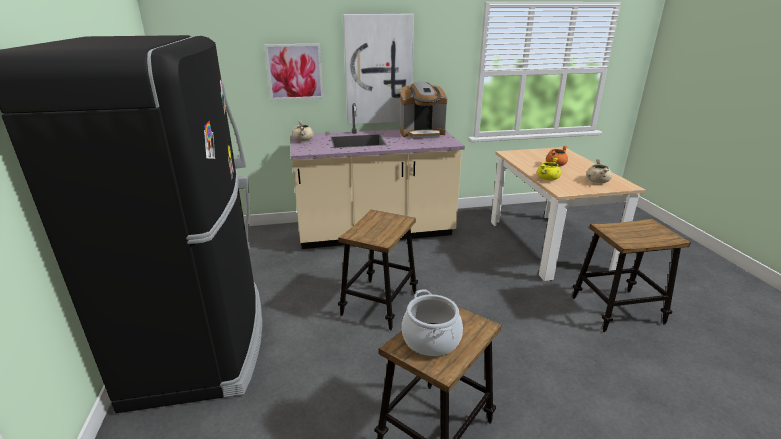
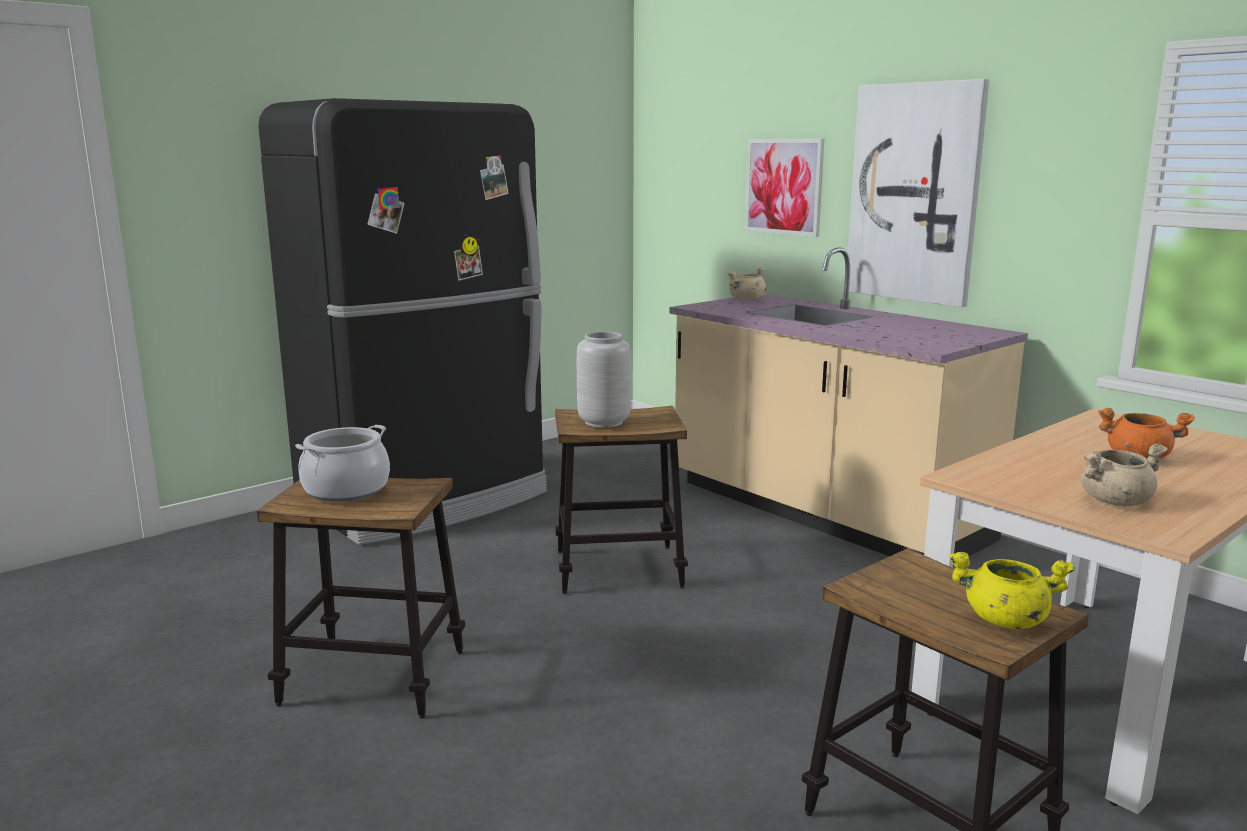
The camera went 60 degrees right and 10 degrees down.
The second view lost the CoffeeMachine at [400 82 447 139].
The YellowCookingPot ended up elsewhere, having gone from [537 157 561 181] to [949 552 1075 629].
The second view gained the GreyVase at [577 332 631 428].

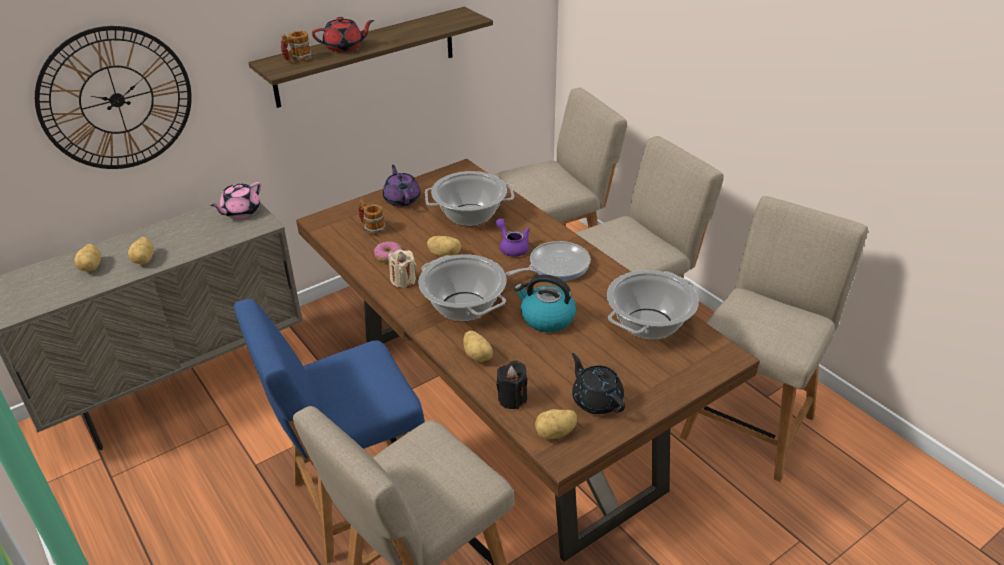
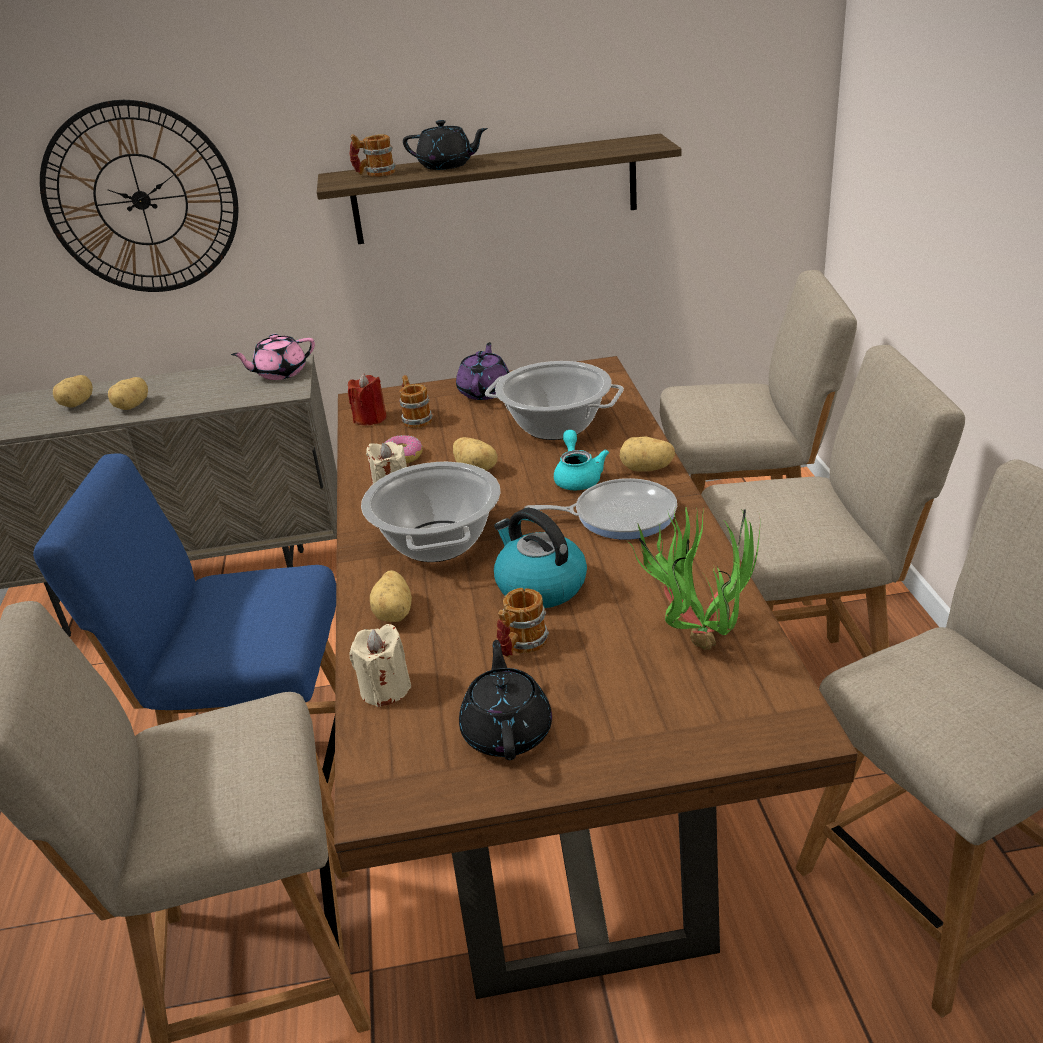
The camera went 30 degrees right and 5 degrees down.
What was the RedTeapot at [312 17 374 52] turned into the BlackTeapot at [403 120 488 170].
What was the PurpleTeapot at [496 218 530 257] turned into the TurquoiseTeapot at [554 430 609 491].
What was the BlackCandle at [496 361 527 409] turned into the BeigeCandle at [350 624 412 707].
The Potato ended up elsewhere, having gone from [535 409 577 439] to [620 437 675 472].
Where the CookingPot stood at [607 270 699 340], the PottedPlant came to stand at [626 506 760 650].
The second view gained the RedCandle at [348 373 387 425].
The second view gained the Mug at [497 588 549 658].

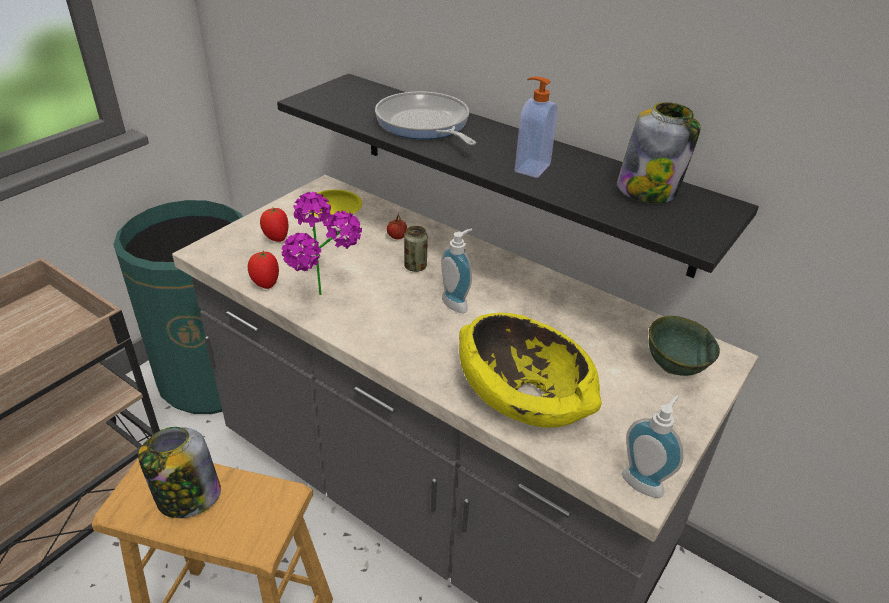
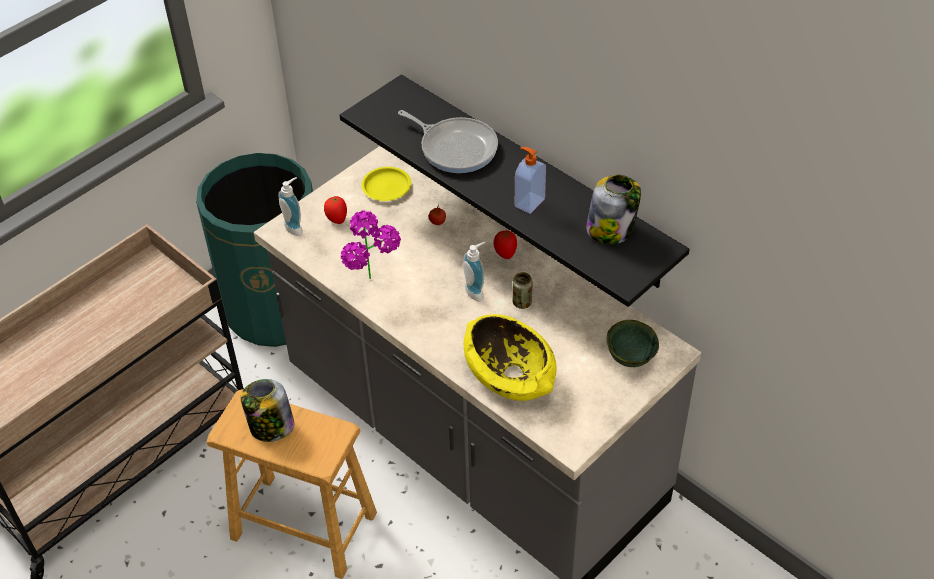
The camera went 10 degrees right and 10 degrees up.
The Tomato ended up elsewhere, having gone from [248 251 279 289] to [494 229 517 259].
The FryingPan at [375 91 476 145] ended up facing another way, 150 degrees clockwise from before.
The Can ended up elsewhere, having gone from [404 226 428 272] to [512 272 533 309].
The SoapDispenser ended up elsewhere, having gone from [622 395 684 498] to [279 177 303 236].

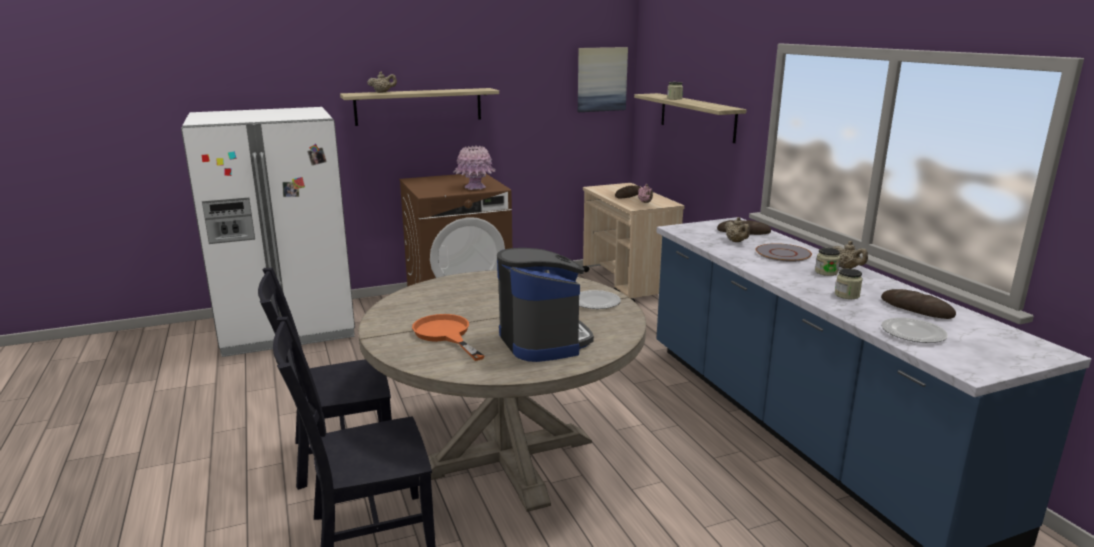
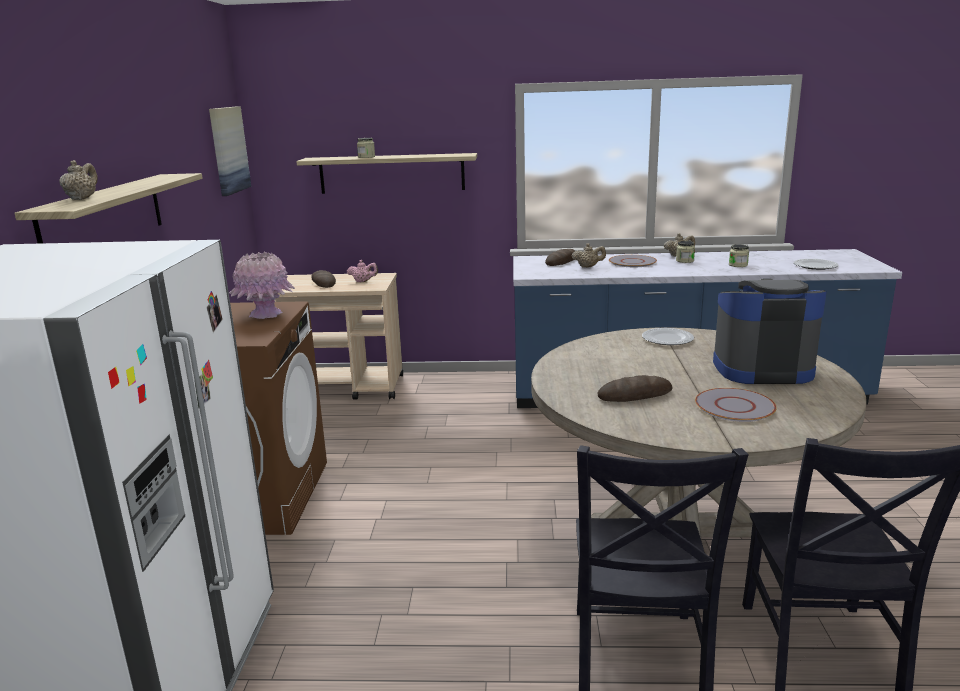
The camera went 65 degrees left and 0 degrees up.
Where the OrangeFryingPan stood at [412 314 484 361], the GreyPlate came to stand at [695 388 777 422].
The Bread ended up elsewhere, having gone from [881 289 956 319] to [598 375 672 402].

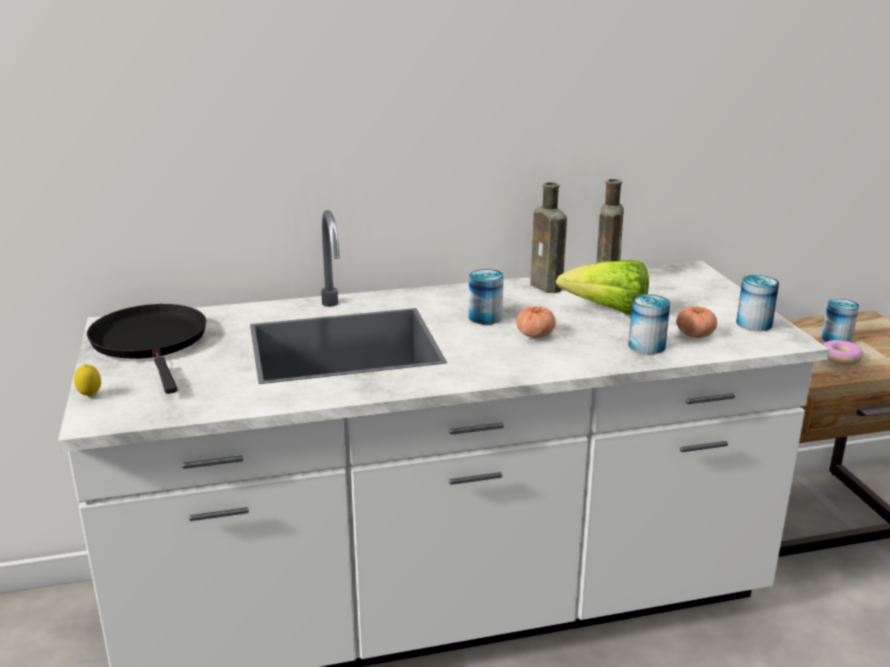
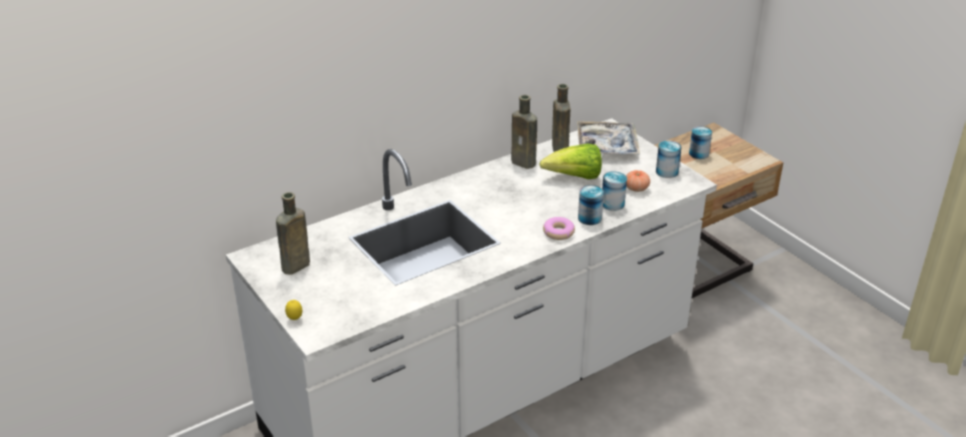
The camera went 20 degrees left and 10 degrees up.
Where the BlackFryingPan stood at [87 304 207 394], the BrownBottle came to stand at [276 192 310 275].
The Can ended up elsewhere, having gone from [468 269 504 324] to [578 185 604 225].
The second view lost the Tomato at [516 306 556 338].
The Donut ended up elsewhere, having gone from [823 340 863 365] to [543 217 575 240].
The second view gained the Tray at [577 121 640 155].

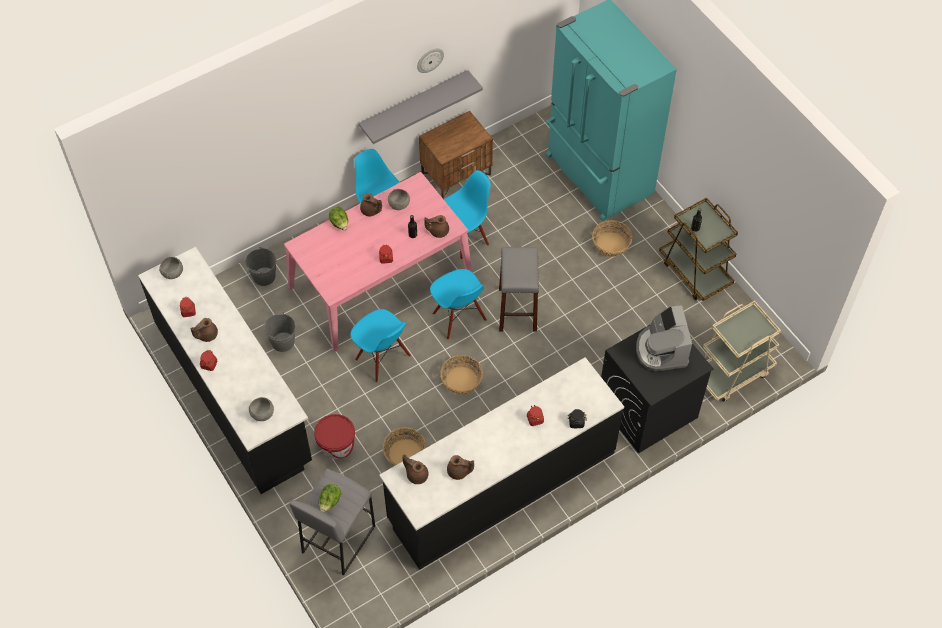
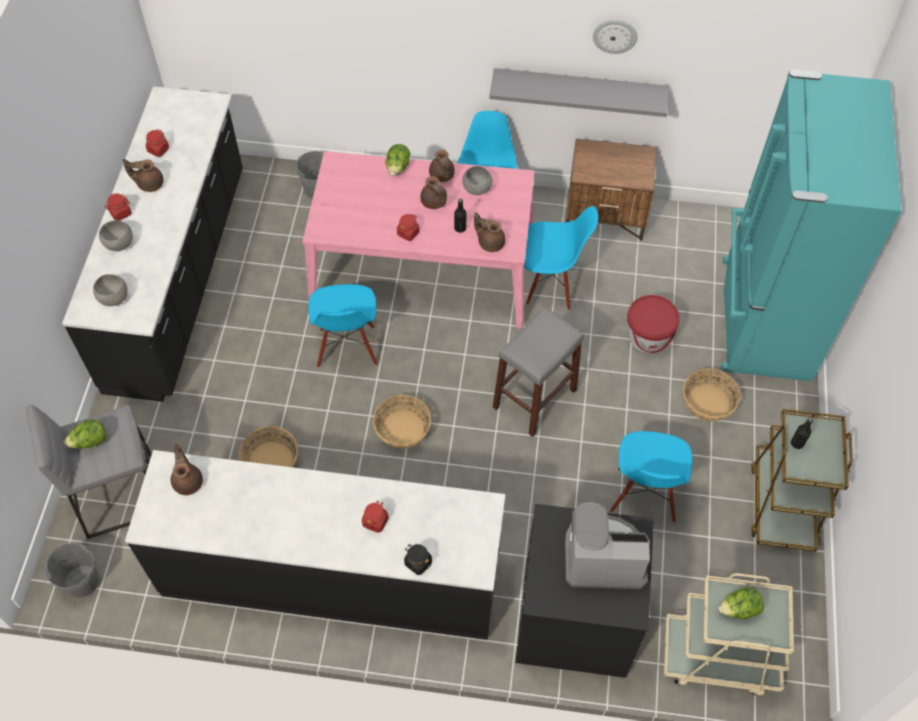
The camera went 40 degrees right and 0 degrees up.
The GreyBowl ended up elsewhere, having gone from [159 257 183 279] to [99 220 133 251].
The GreyBucket ended up elsewhere, having gone from [263 313 296 352] to [45 543 99 598].
The RedBucket ended up elsewhere, having gone from [314 414 355 459] to [627 295 680 353].
The BlueChair ended up elsewhere, having gone from [430 269 487 339] to [610 431 692 523].
The BrownTeapot ended up elsewhere, having gone from [447 455 474 480] to [420 176 447 209].
The CoffeeMachine at [636 305 692 371] ended up facing another way, 60 degrees clockwise from before.
The second view gained the Lettuce at [718 587 764 619].

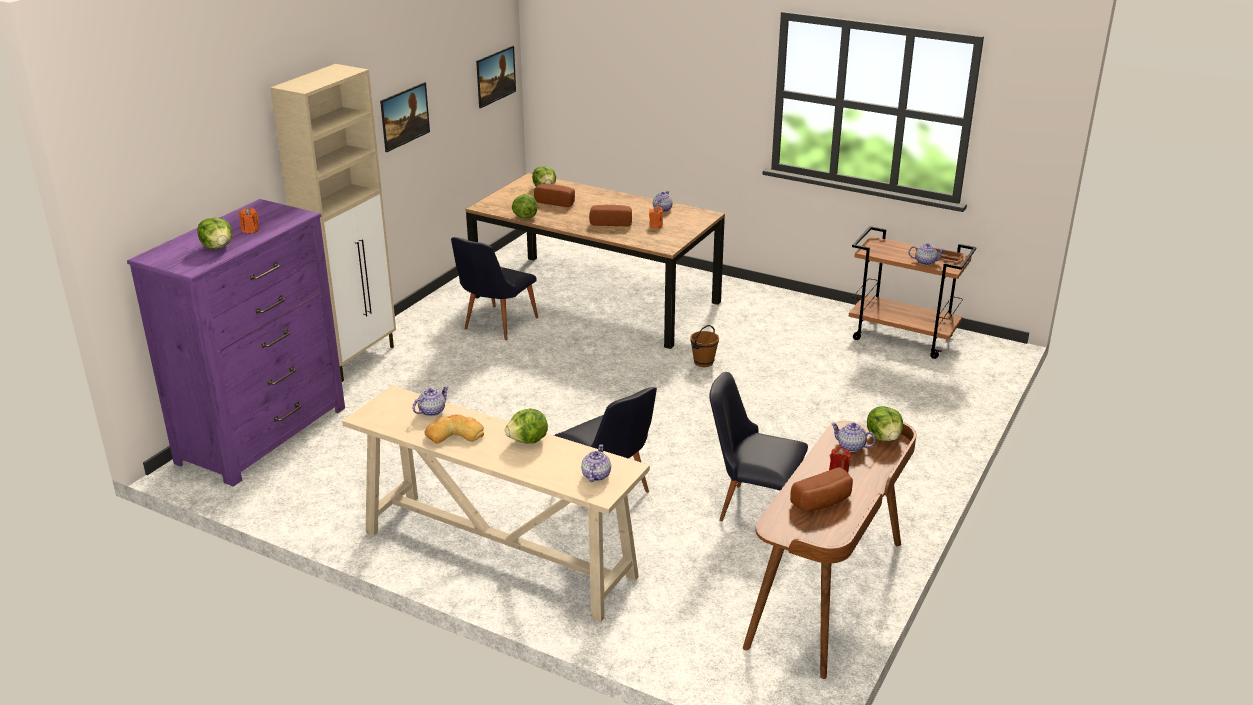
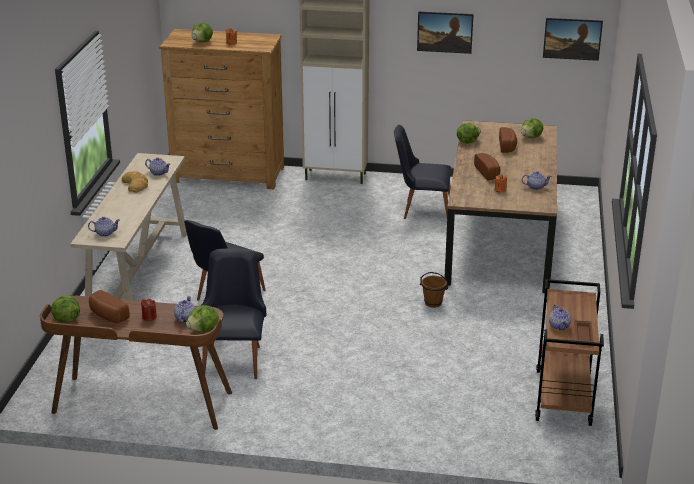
The camera went 70 degrees right and 0 degrees up.
What was the PurpleDresser at [127 199 345 487] turned into the BrownDresser at [159 29 284 189].
The Lettuce ended up elsewhere, having gone from [505 409 548 444] to [51 295 80 322].

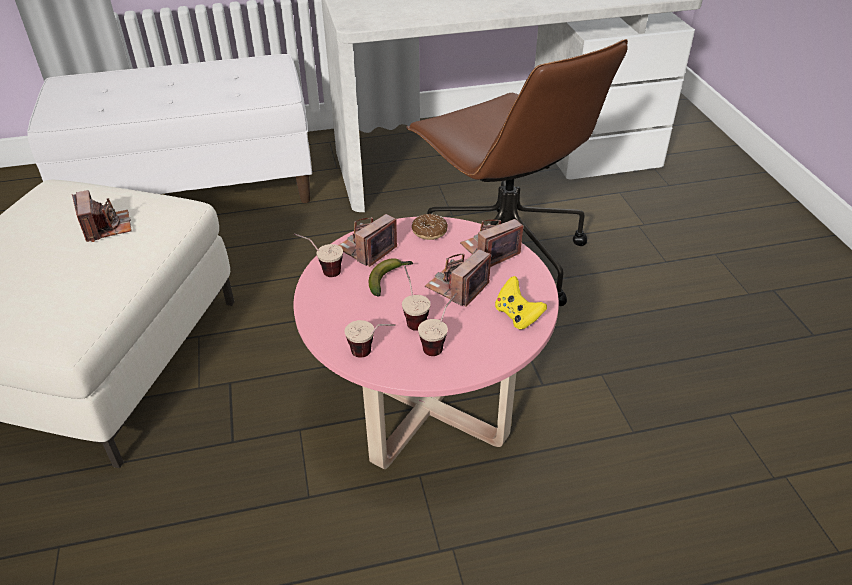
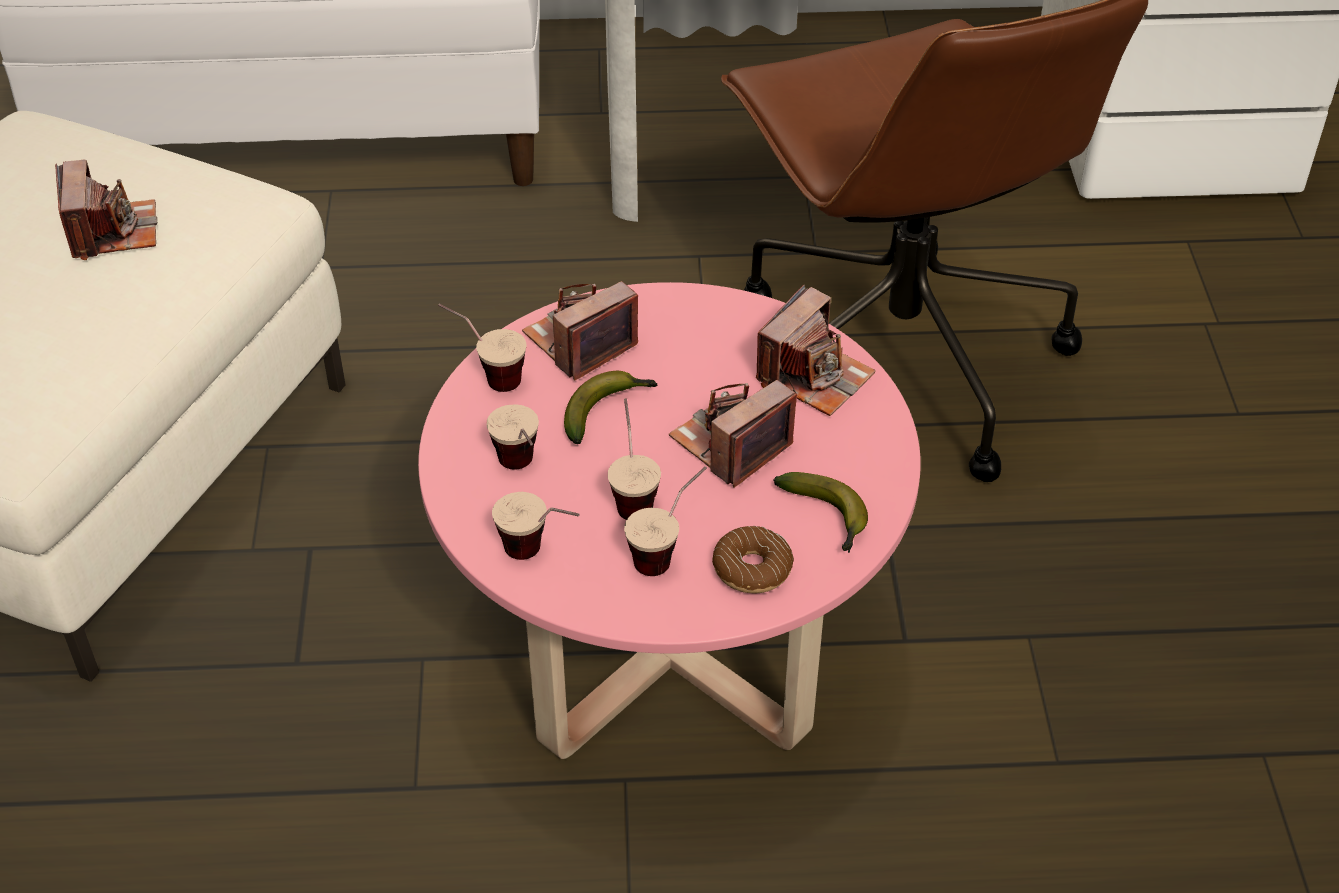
The camera went 10 degrees right and 5 degrees up.
The Donut ended up elsewhere, having gone from [412 214 448 240] to [712 526 794 594].
The PhotoCamera at [460 219 523 267] ended up facing another way, 150 degrees clockwise from before.
Where the YellowGameController stood at [495 276 547 329], the Banana came to stand at [773 472 868 553].
The second view gained the Cup at [487 404 539 470].

